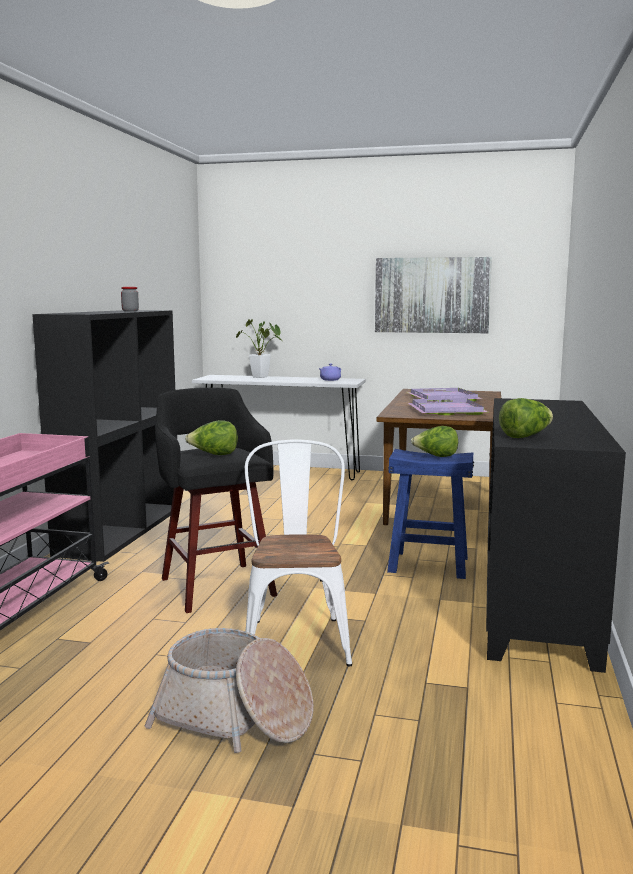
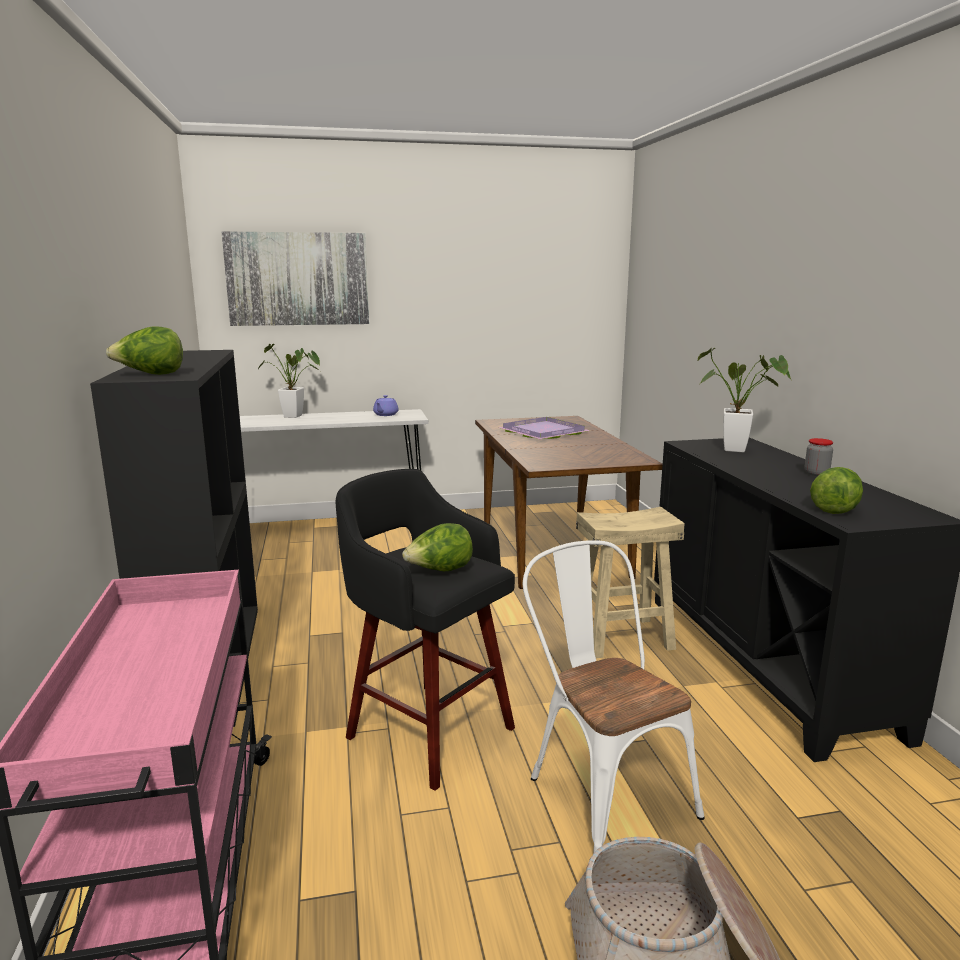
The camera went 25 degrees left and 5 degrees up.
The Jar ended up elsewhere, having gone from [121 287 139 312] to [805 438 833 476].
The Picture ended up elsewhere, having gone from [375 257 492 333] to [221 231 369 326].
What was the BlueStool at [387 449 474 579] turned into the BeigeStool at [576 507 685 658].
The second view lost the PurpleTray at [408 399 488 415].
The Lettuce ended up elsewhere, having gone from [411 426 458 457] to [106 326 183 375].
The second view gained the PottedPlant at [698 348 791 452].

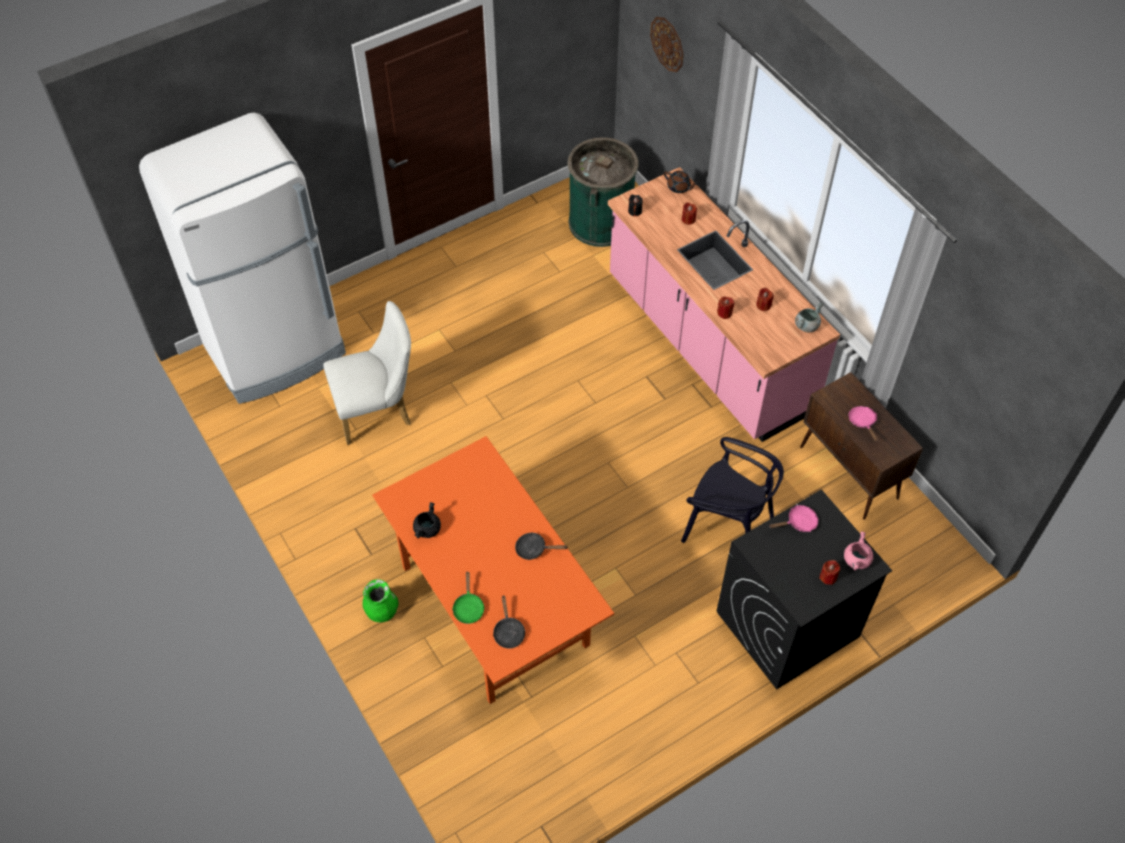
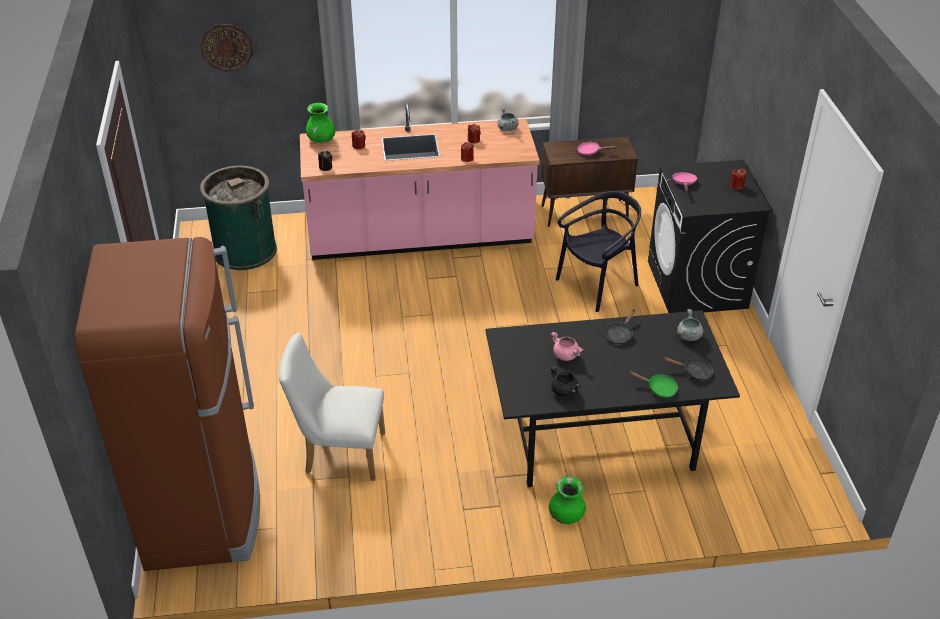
The camera went 65 degrees left and 15 degrees down.
What was the WhiteFridge at [139 112 346 404] turned into the BrownFridge at [75 237 260 571].
The WhiteChair at [323 301 411 445] ended up facing another way, 90 degrees counterclockwise from before.
What was the OrangeDiningTable at [373 436 614 704] turned into the BlackDiningTable at [485 310 740 487].
Where the BrownTeapot stood at [664 171 698 193], the GreenVase came to stand at [306 103 335 143].
The PinkCookingPot ended up elsewhere, having gone from [844 531 873 570] to [551 332 583 361].
The second view gained the GreyCookingPot at [677 309 703 341].

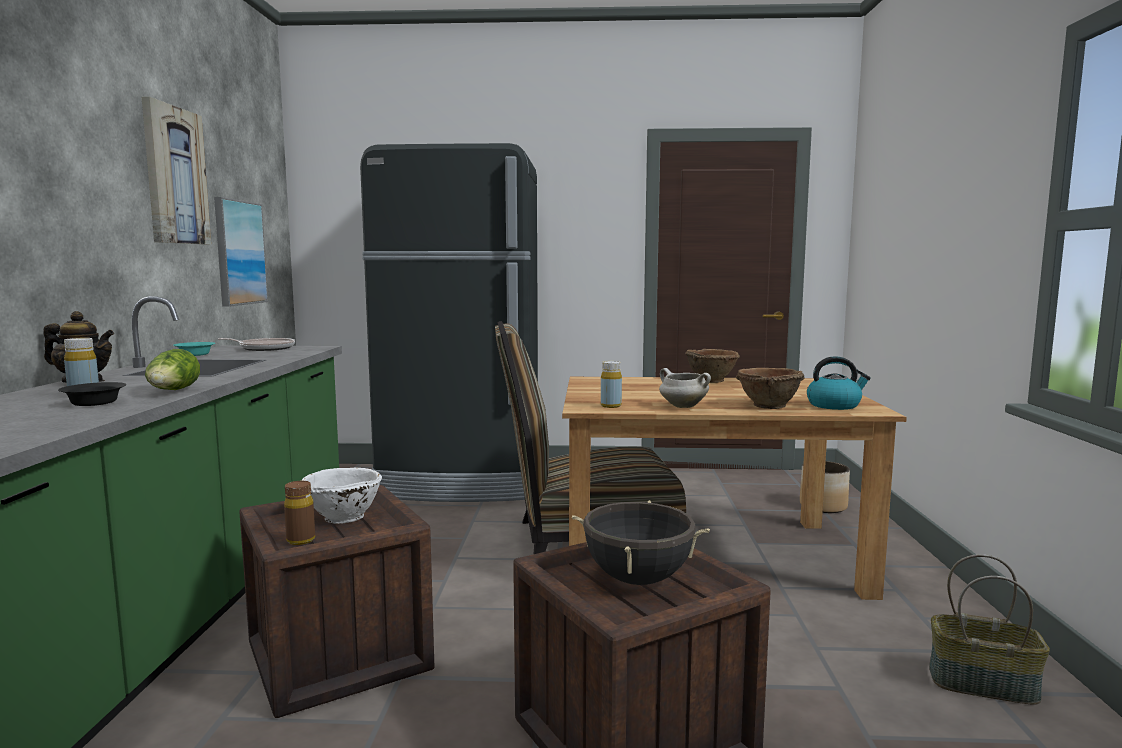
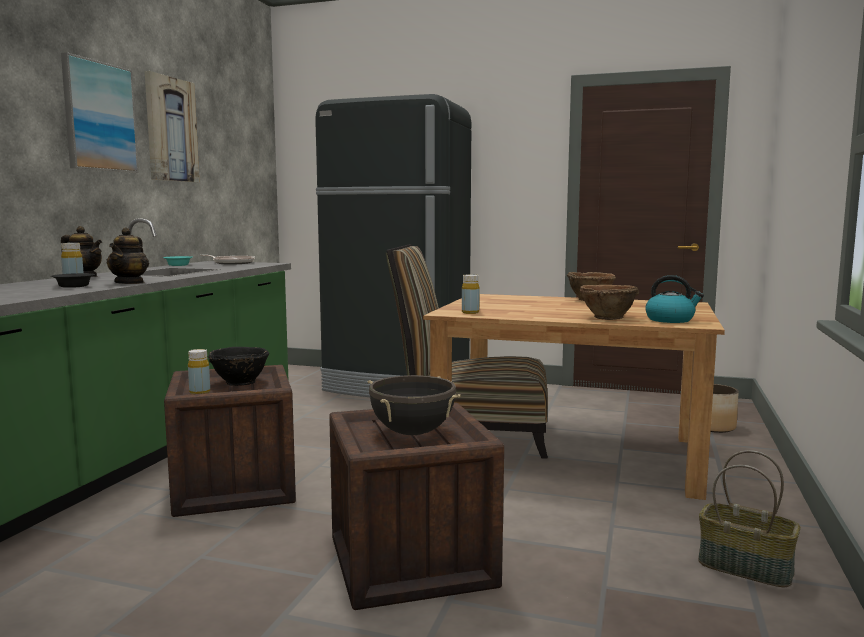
The camera went 15 degrees right and 0 degrees up.
Where the Lettuce stood at [145 349 200 390], the Teapot came to stand at [107 228 149 284].
The Picture ended up elsewhere, having gone from [214 197 268 307] to [61 52 139 173].
What was the BrownBottle at [284 481 315 545] turned into the YellowBottle at [188 349 210 394].
What was the WhiteBowl at [302 468 382 524] turned into the BlackBowl at [208 347 269 386].
The second view lost the WhiteCookingPot at [659 368 711 408].

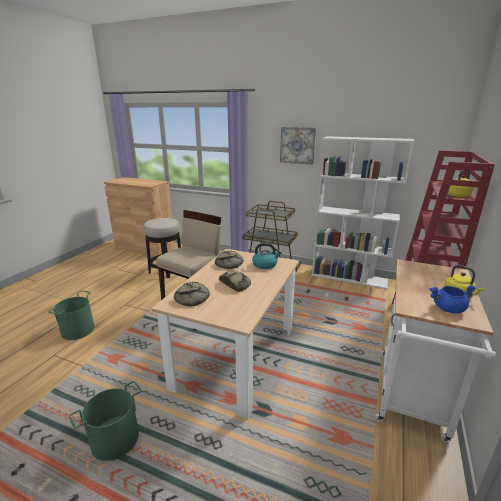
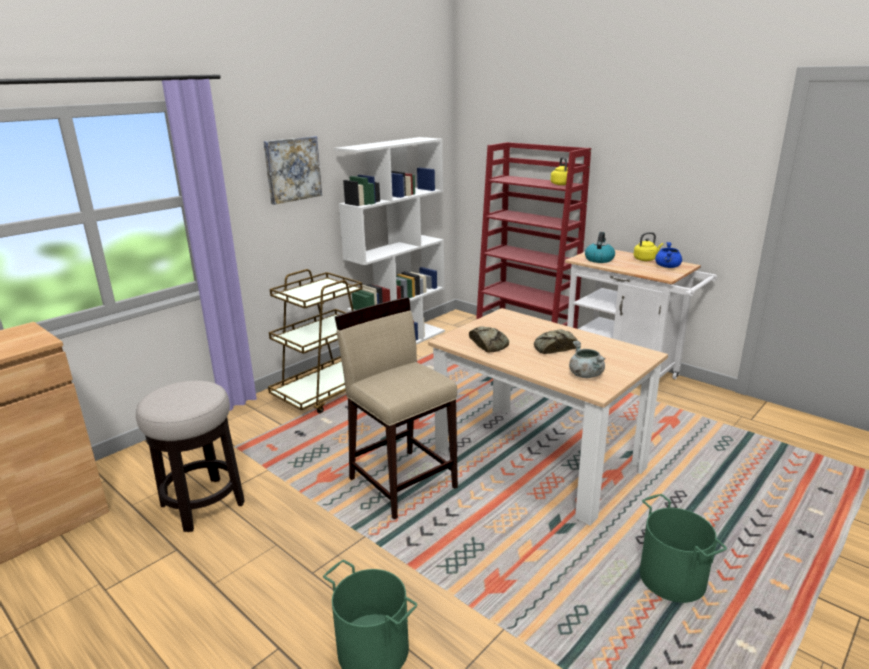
The camera went 70 degrees left and 0 degrees up.
Where the Bread stood at [174 282 210 307], the GreyCookingPot came to stand at [569 341 606 378].
The Kettle ended up elsewhere, having gone from [252 242 282 269] to [585 232 615 263].

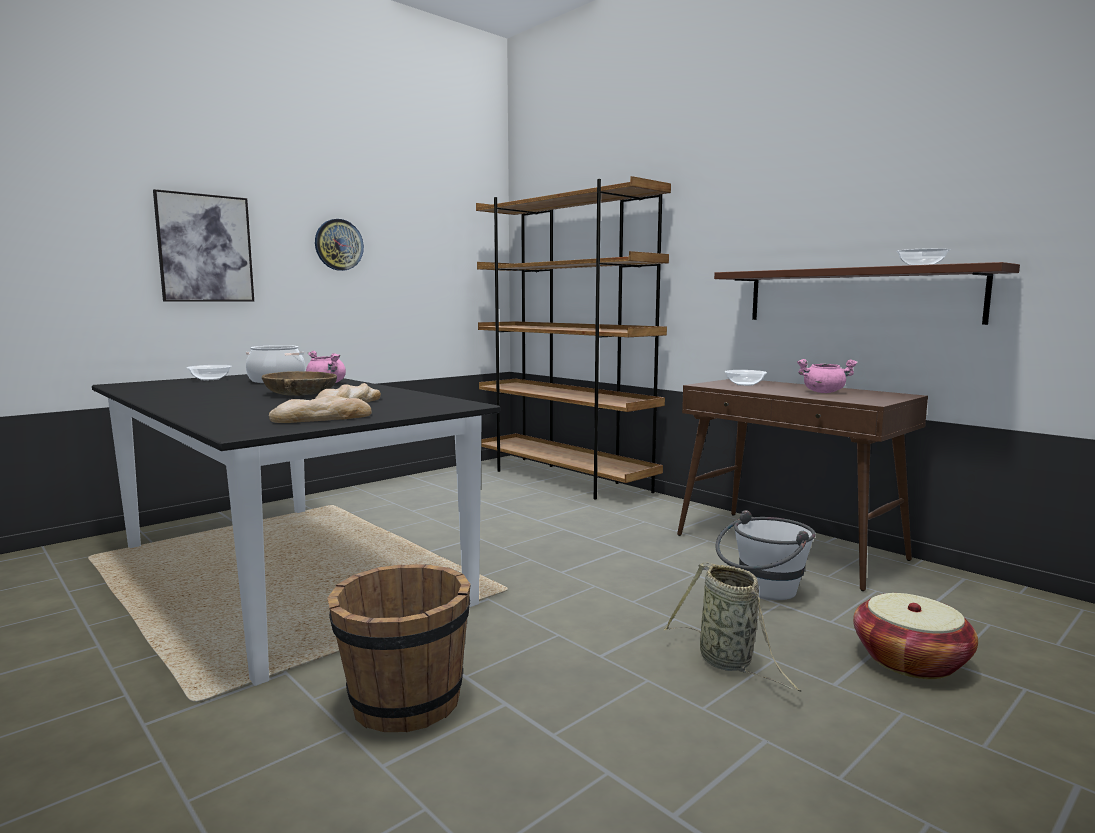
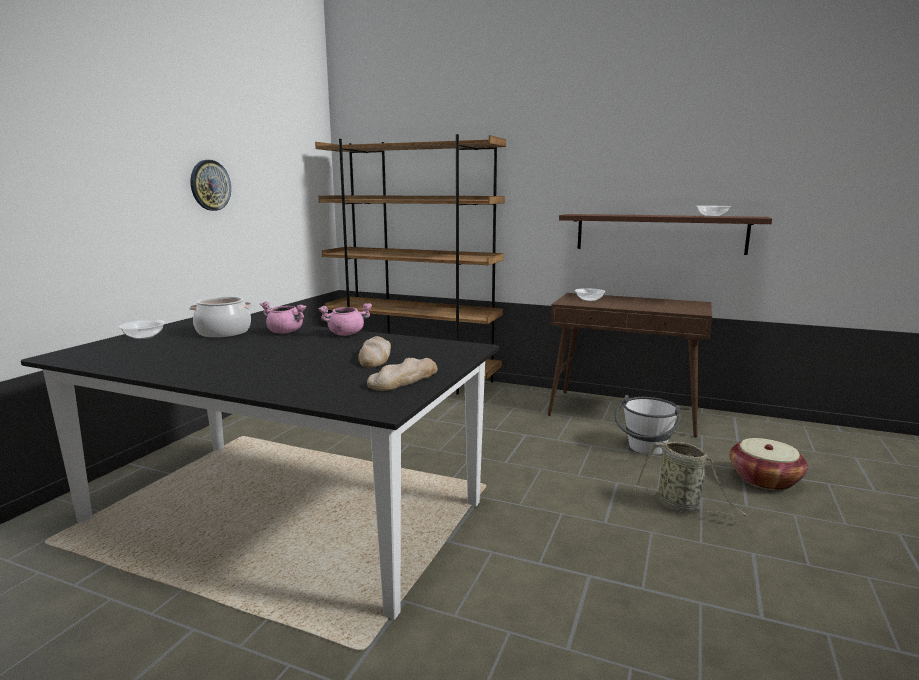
The camera went 25 degrees left and 5 degrees up.
The second view lost the Picture at [153 189 254 302].
The second view lost the BrownBowl at [262 371 337 396].
The second view lost the BrownBucket at [327 564 471 732].
The PinkCookingPot ended up elsewhere, having gone from [797 359 857 393] to [319 303 372 336].

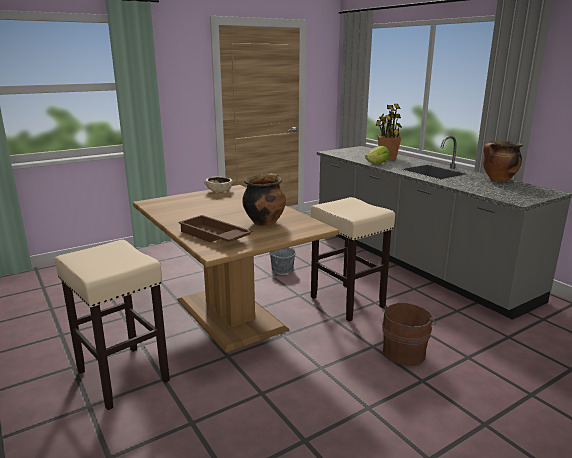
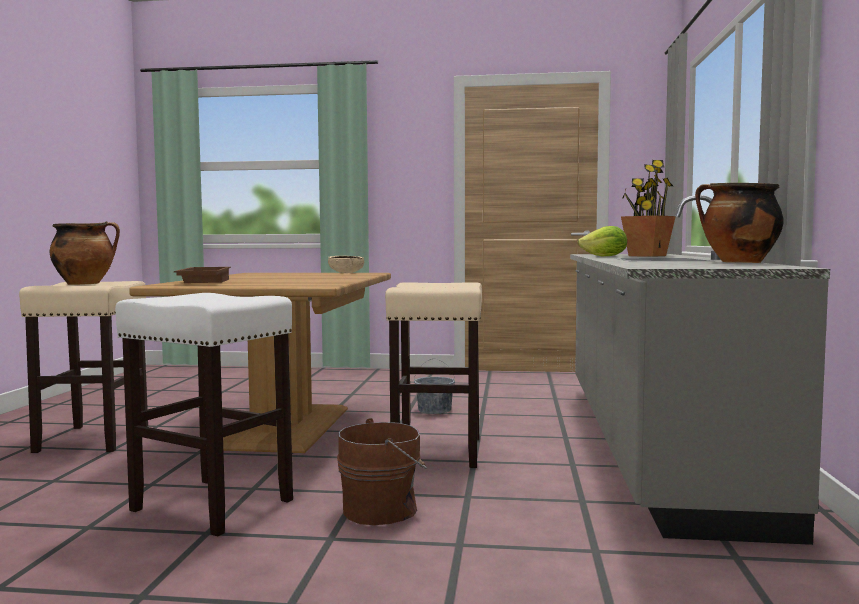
The camera went 40 degrees right and 15 degrees down.
The CookingPot ended up elsewhere, having gone from [242 173 286 226] to [49 221 120 285].
The second view gained the WhiteStool at [115 293 293 536].

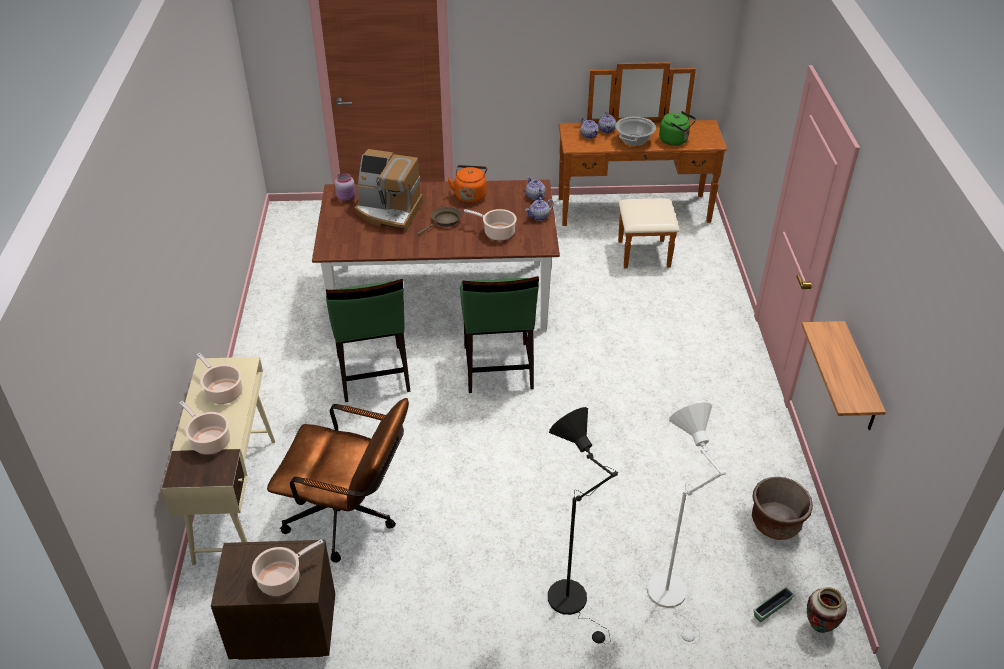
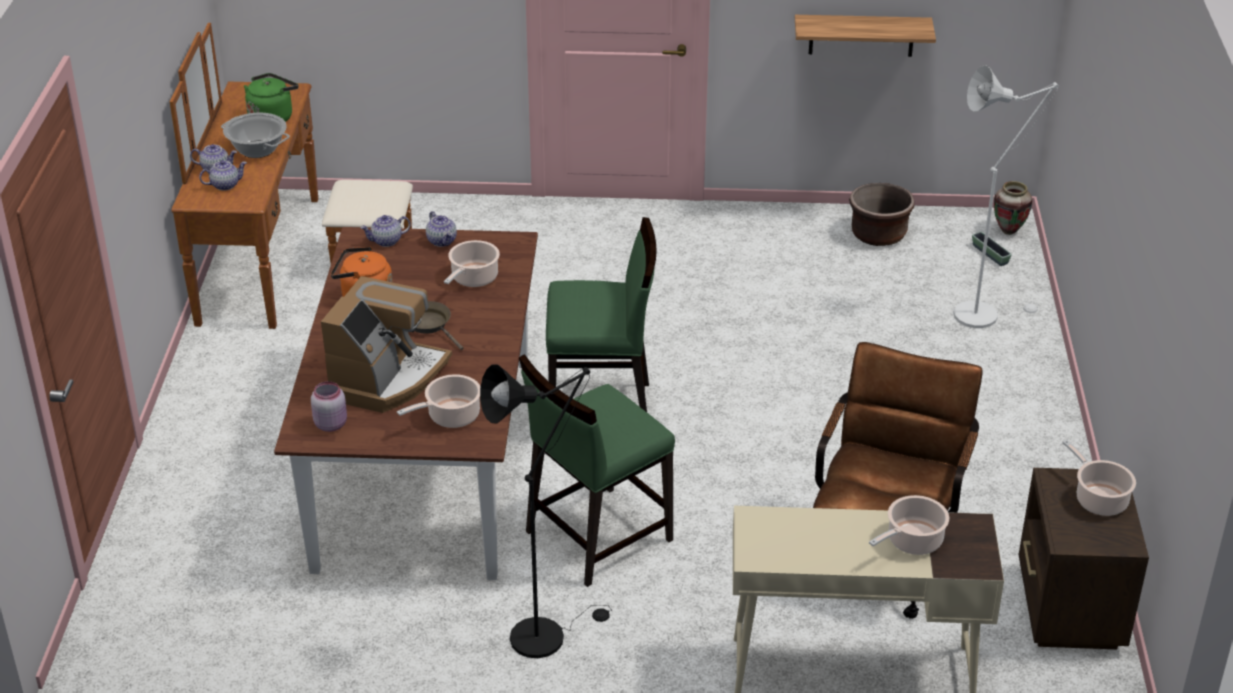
The camera went 85 degrees left and 5 degrees down.
The CookingPot ended up elsewhere, having gone from [197 353 242 404] to [397 374 481 428].
The GreenChair at [326 279 411 402] ended up facing another way, 150 degrees clockwise from before.
The BlackFloorLamp ended up elsewhere, having gone from [548 407 618 644] to [480 364 612 658].

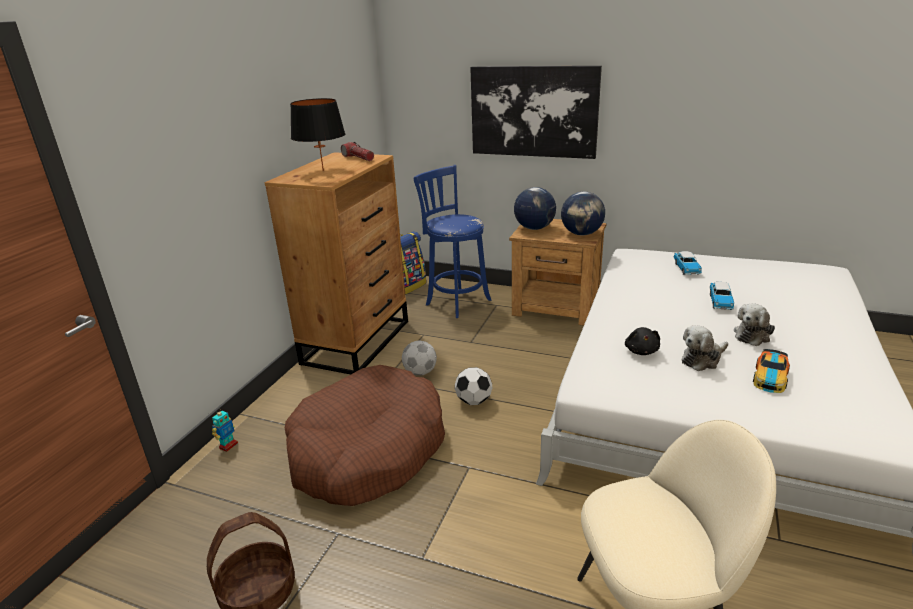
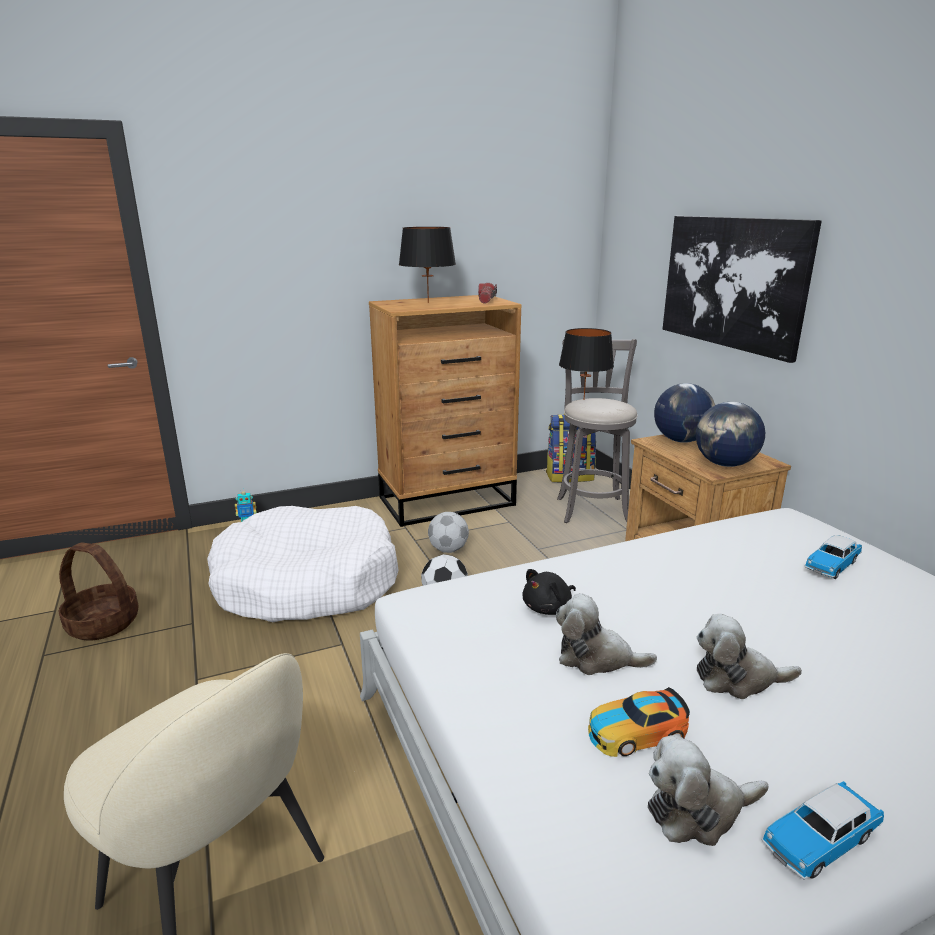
The camera went 45 degrees right and 5 degrees down.
What was the BrownDogBed at [285 365 445 506] turned into the WhiteDogBed at [207 506 399 622].
What was the BlueStool at [414 165 491 318] turned into the GreyStool at [557 339 638 523].
The ToyCar ended up elsewhere, having gone from [710 282 734 310] to [761 781 884 880].
The second view gained the BlackTableLamp at [559 328 614 400].
The second view gained the PlushToy at [648 735 768 846].

